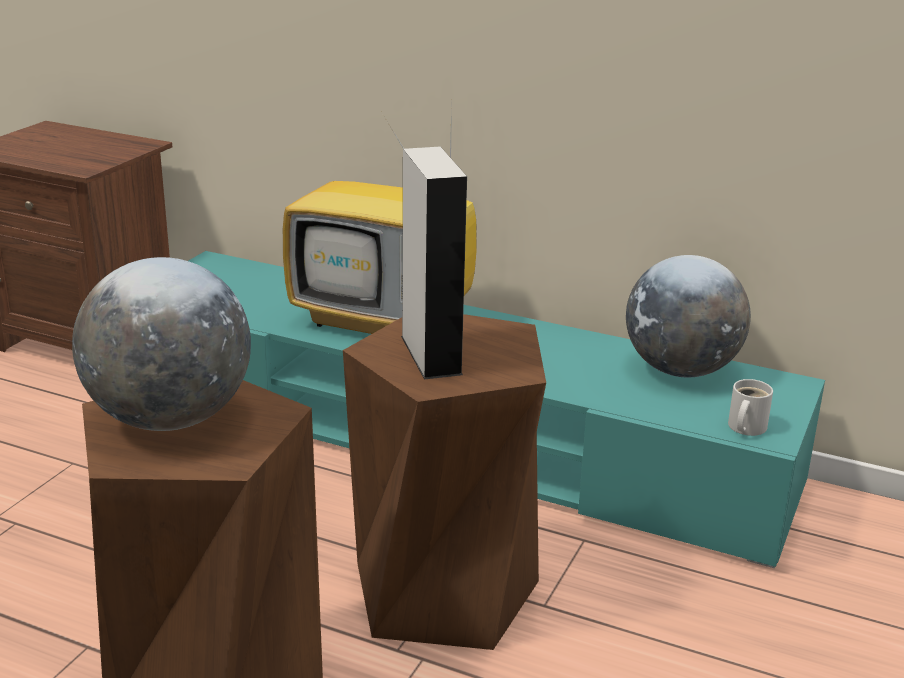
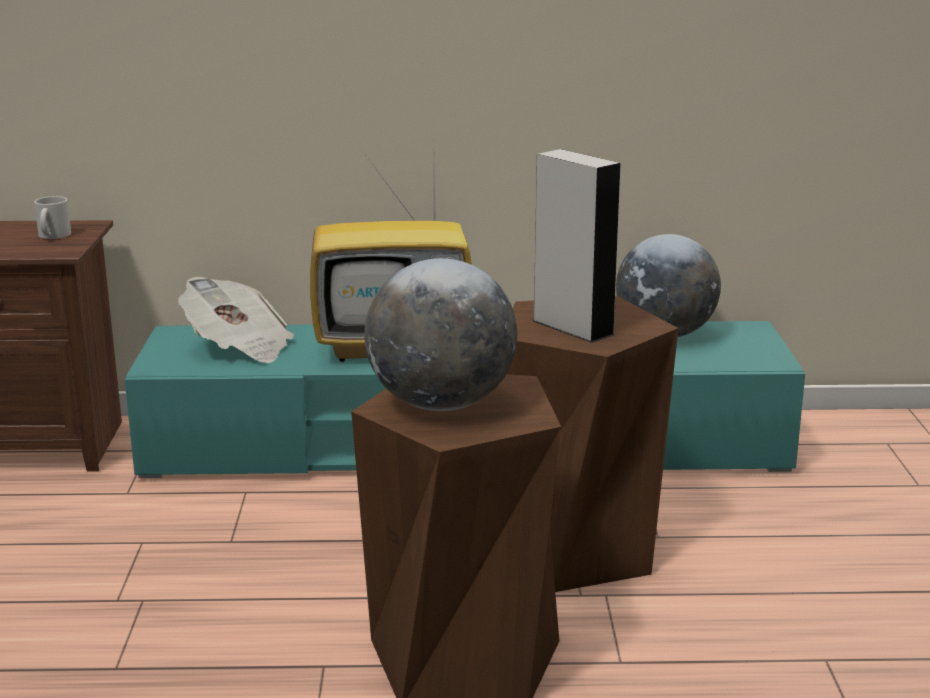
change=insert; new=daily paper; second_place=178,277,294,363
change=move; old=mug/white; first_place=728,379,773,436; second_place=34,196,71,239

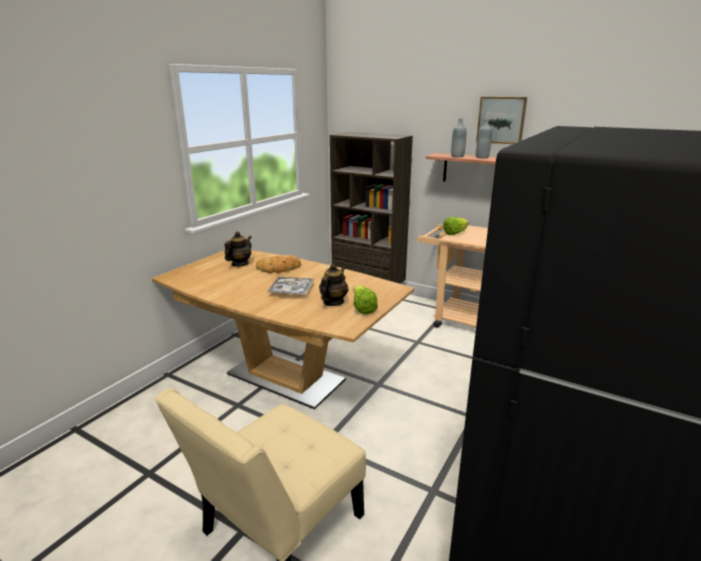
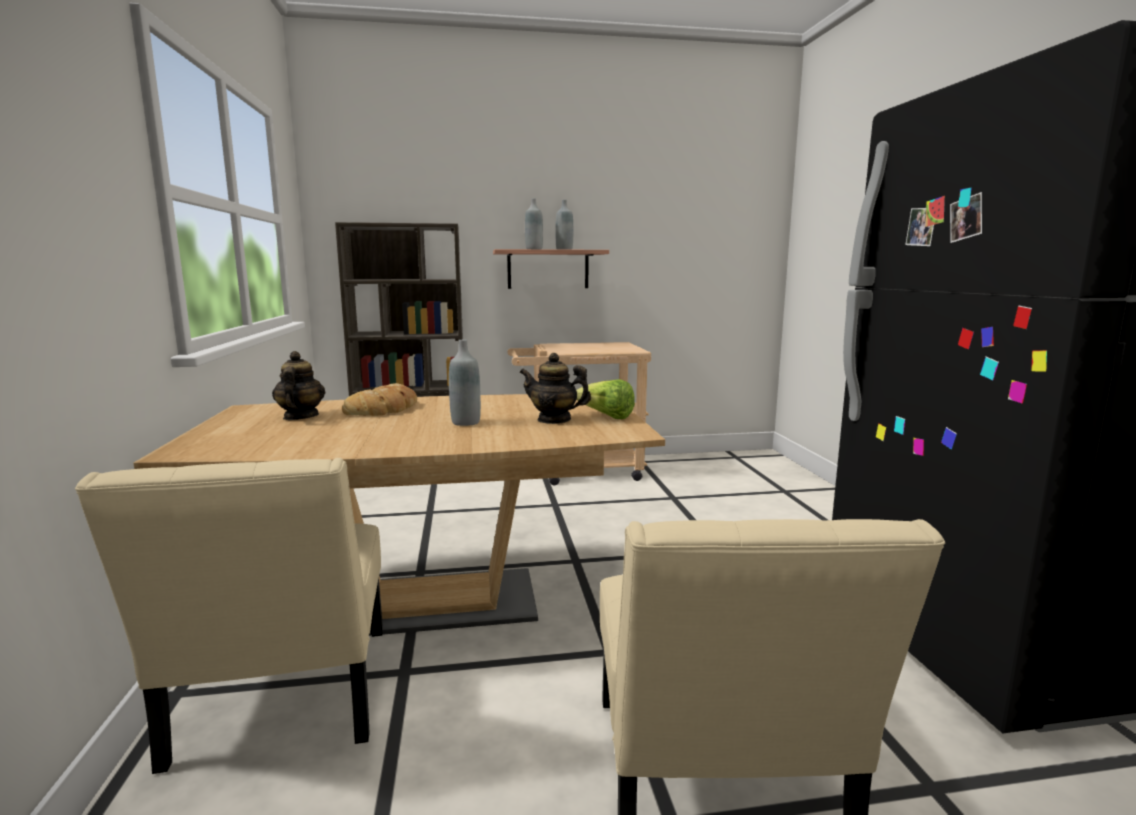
change=delete; old=lettuce; first_place=443,217,469,235
change=delete; old=picture; first_place=476,97,527,144
change=insert; new=chair/sand-coloured; second_place=75,458,383,774
change=replace; old=serving tray; new=drink bottle/greyish; first_place=268,276,314,295; second_place=449,340,481,426
change=rotate; old=tea pot; first_place=319,264,348,306; second_place=520,353,591,424; degrees=-60

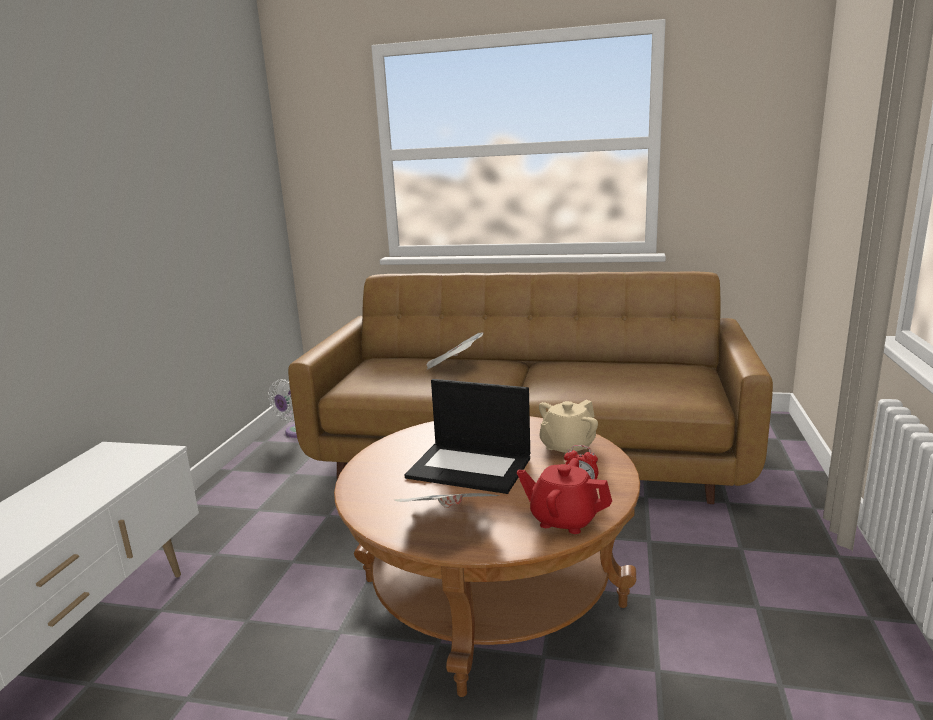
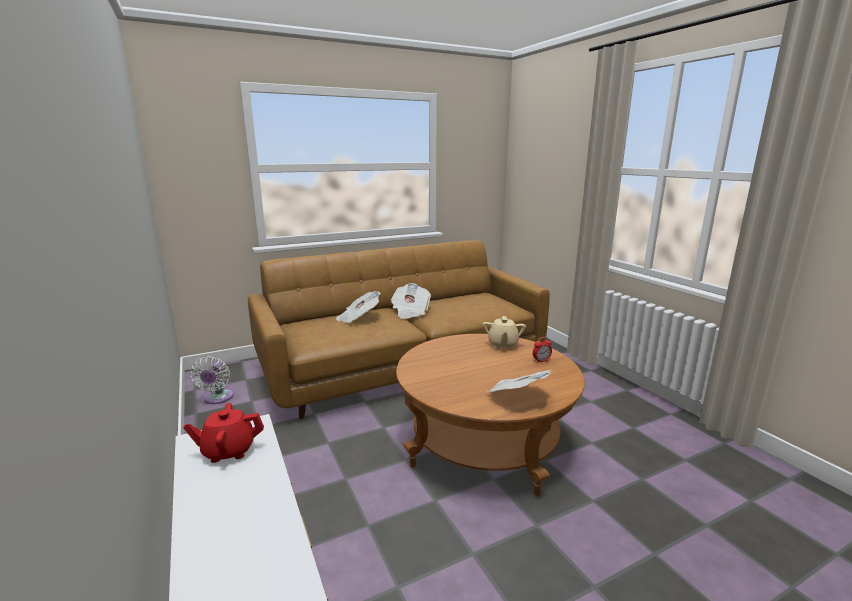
change=delete; old=laptop; first_place=405,379,530,494
change=insert; new=daily paper; second_place=391,283,431,319
change=move; old=tea pot/red-coloured; first_place=517,458,612,534; second_place=183,403,264,463

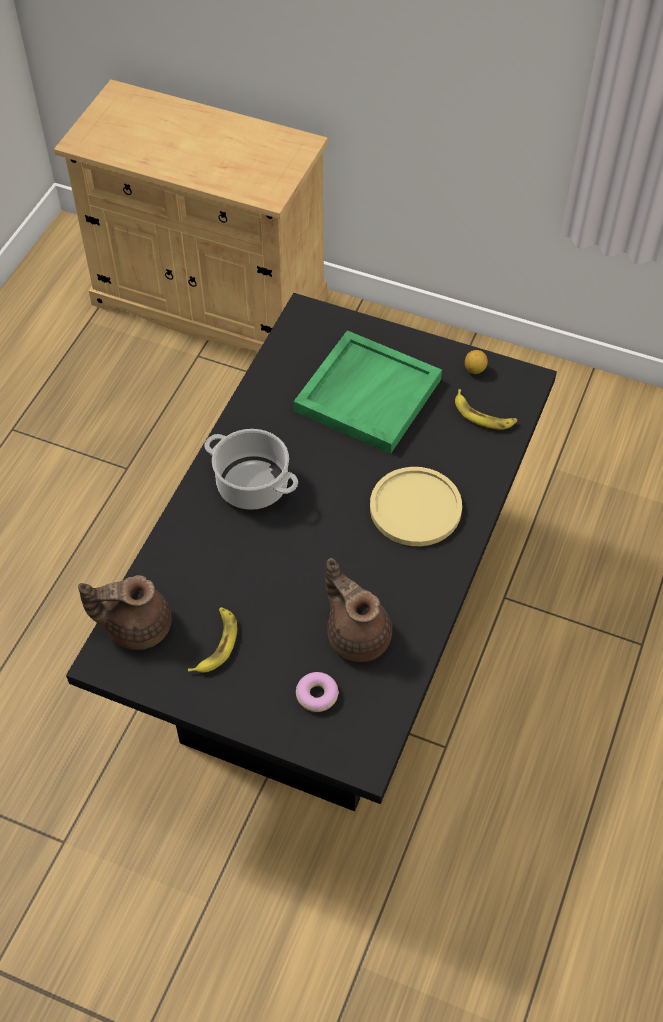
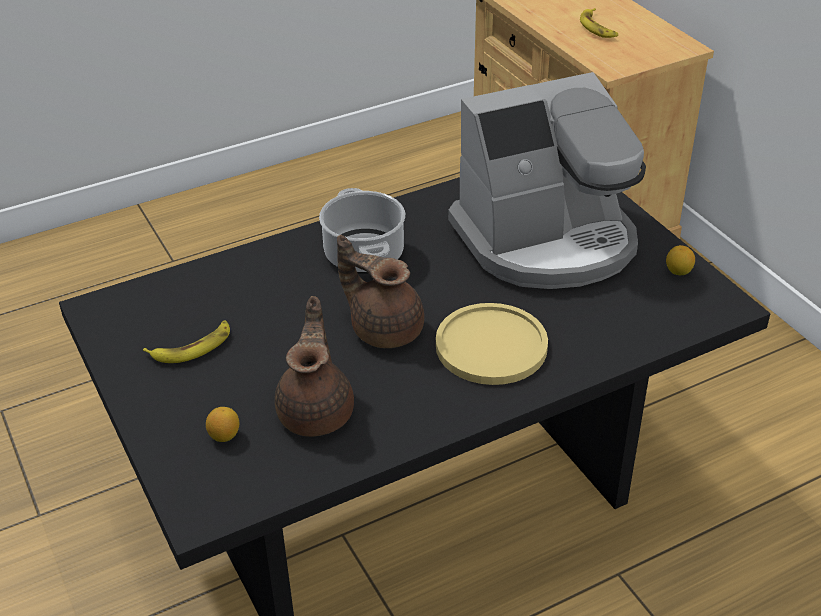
change=move; old=tea pot/brown; first_place=78,575,172,650; second_place=337,235,424,348
change=move; old=whole banana; first_place=455,389,517,430; second_place=580,8,618,38
change=replace; old=serving tray/green; new=coffee machine; first_place=294,330,442,454; second_place=448,72,646,289
change=replace; old=doughnut; new=citrus fruit; first_place=296,672,339,712; second_place=206,407,239,442

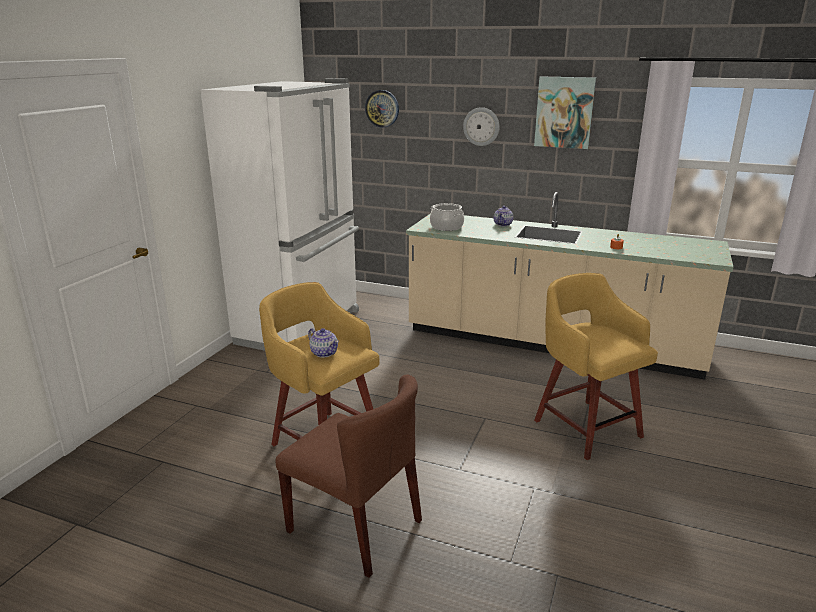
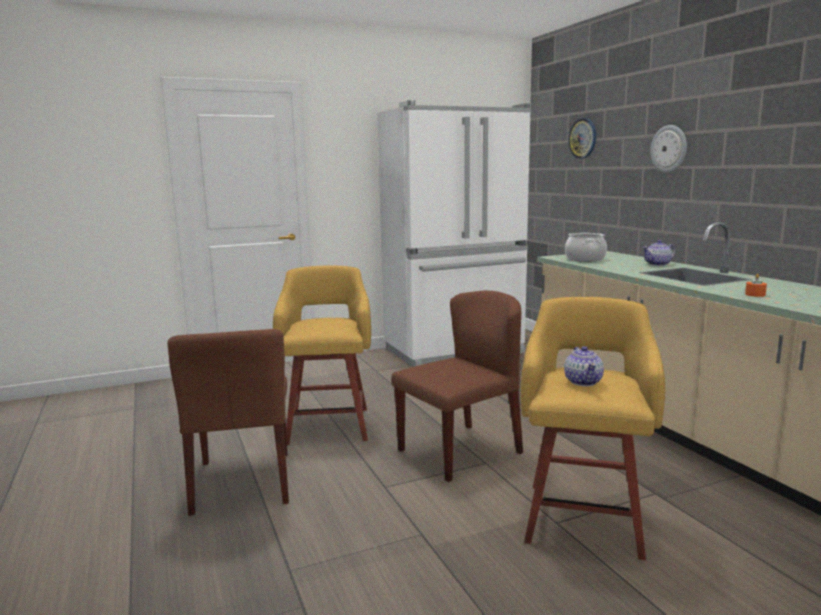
change=delete; old=picture; first_place=534,76,596,149
change=insert; new=chair/brown; second_place=391,291,523,482
change=move; old=tea pot; first_place=308,328,339,358; second_place=564,346,604,386

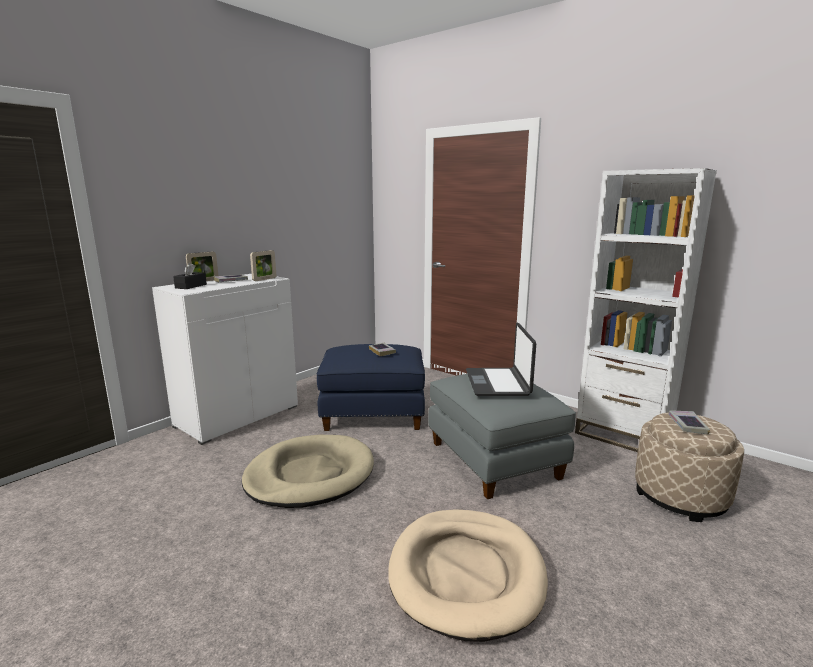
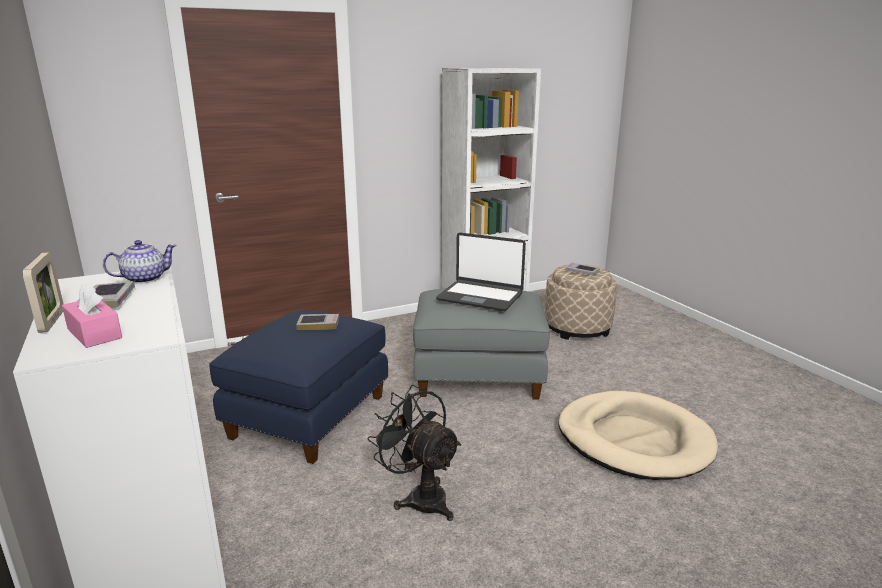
change=replace; old=dog bed/sand-coloured; new=electric fan/blackish; first_place=242,435,374,508; second_place=367,385,461,521
change=replace; old=standing frame; new=tea pot; first_place=250,250,276,281; second_place=103,240,176,284
change=recolor; old=box of tissues/blackish; new=box of tissues/pink-coloured; first_place=173,263,207,289; second_place=62,283,122,348

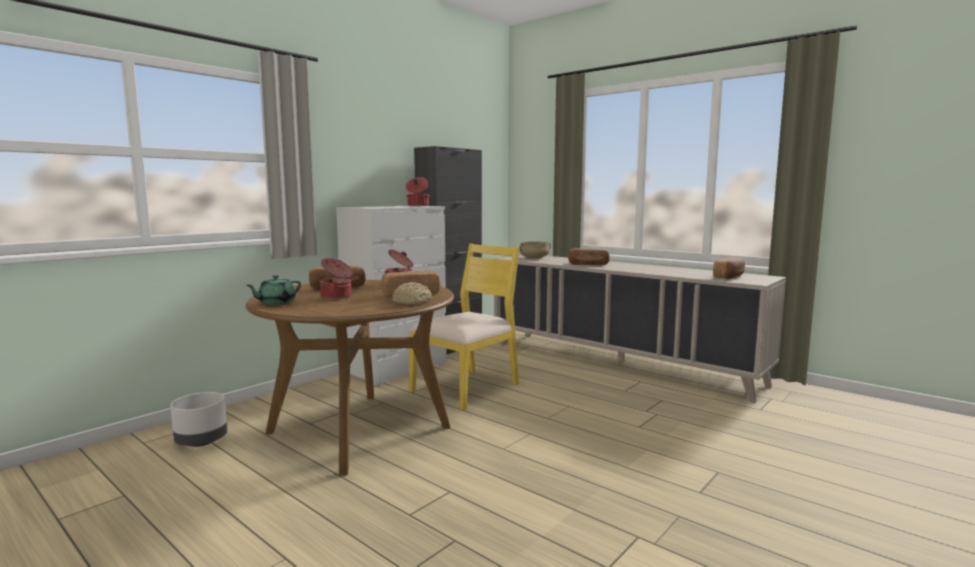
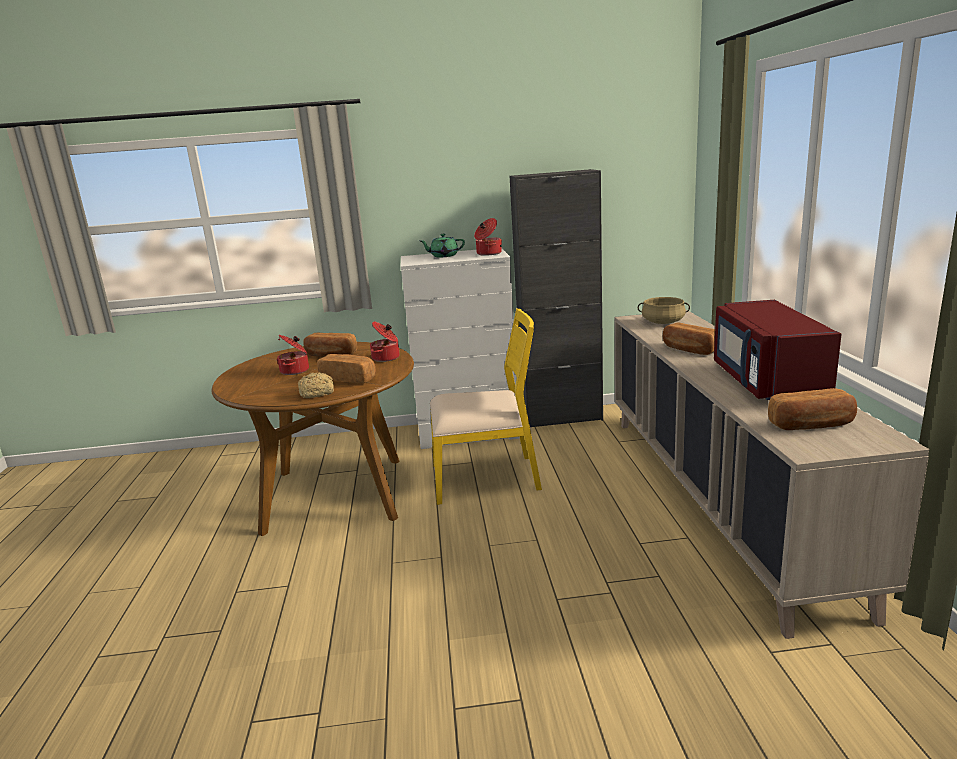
change=delete; old=plant pot/greyish; first_place=170,392,227,447
change=insert; new=microwave/red-coloured; second_place=714,300,841,400
change=move; old=tea pot/green; first_place=246,275,301,305; second_place=420,234,465,257

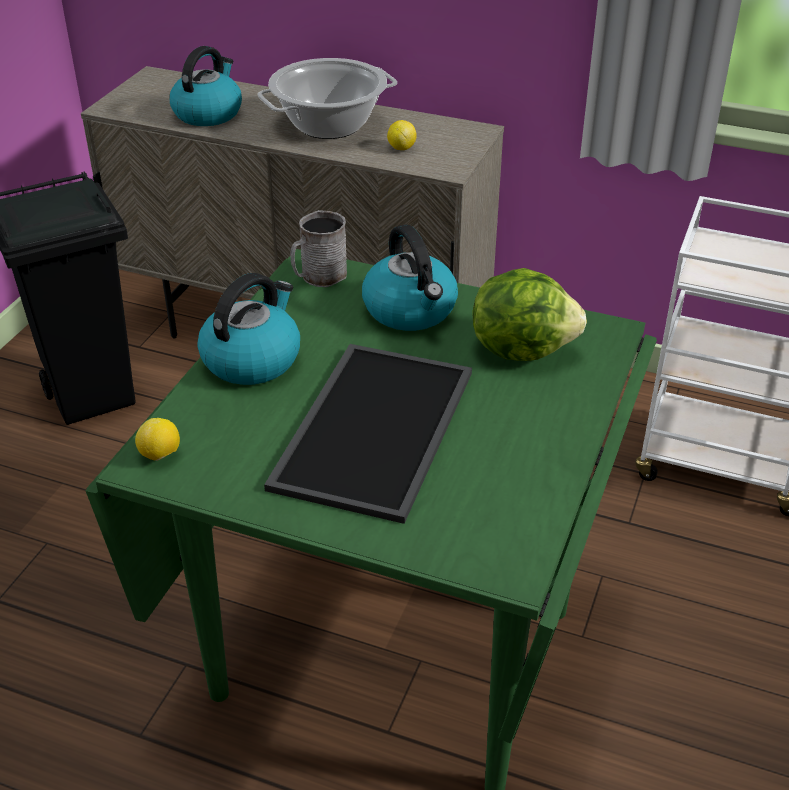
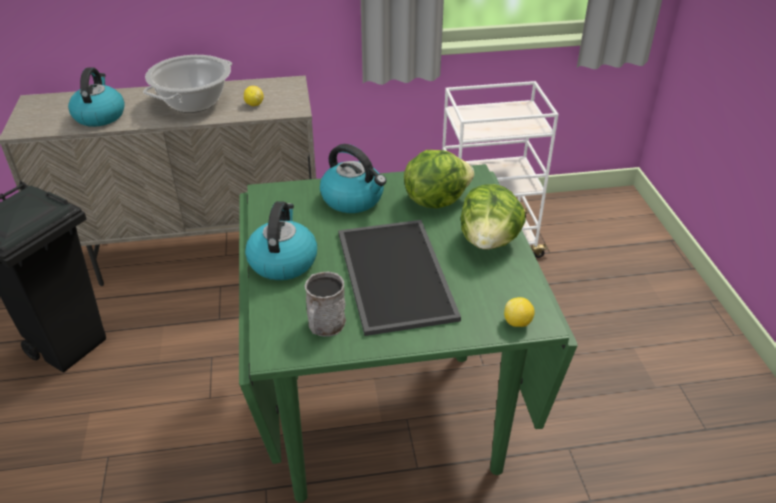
change=insert; new=lettuce; second_place=461,184,526,250
change=move; old=citrus fruit; first_place=135,418,180,461; second_place=504,297,535,327
change=move; old=mug/greyish; first_place=290,210,347,287; second_place=305,271,346,337

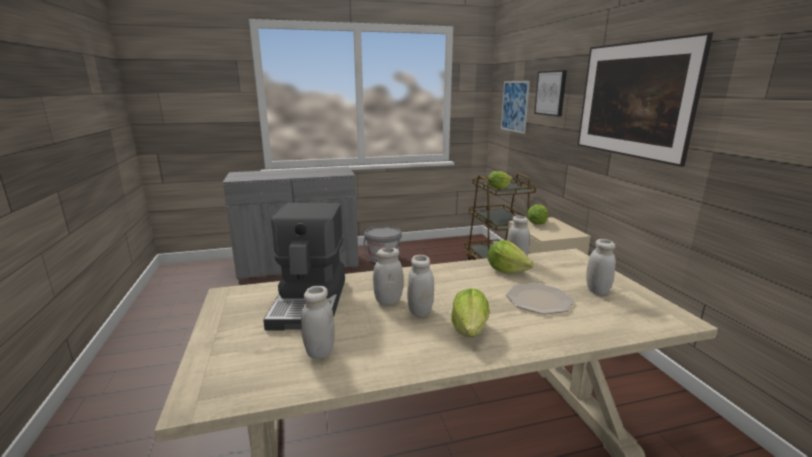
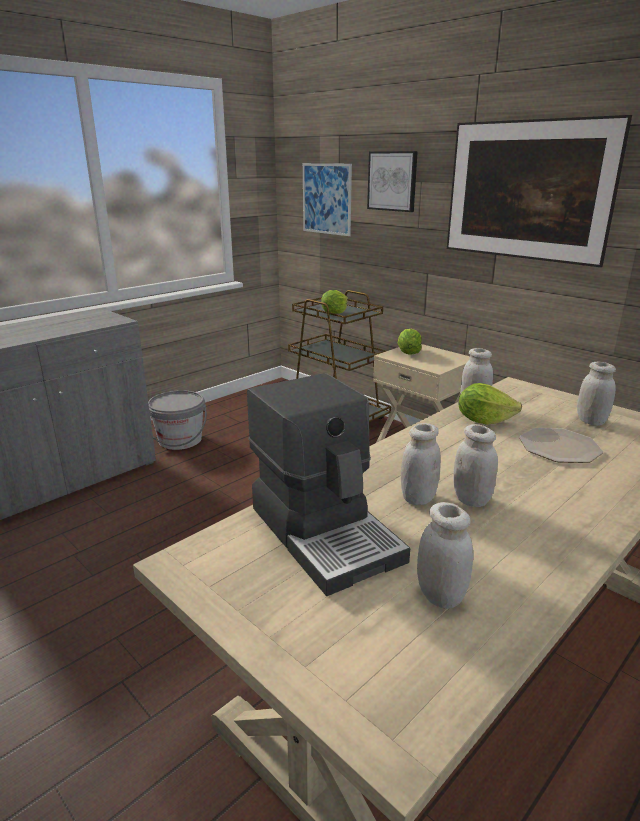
change=delete; old=lettuce; first_place=451,288,489,337

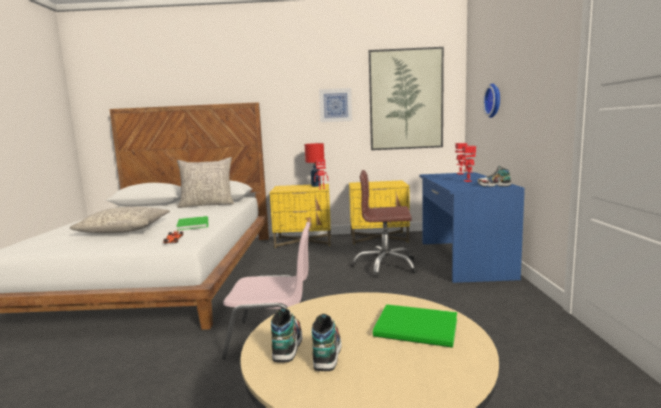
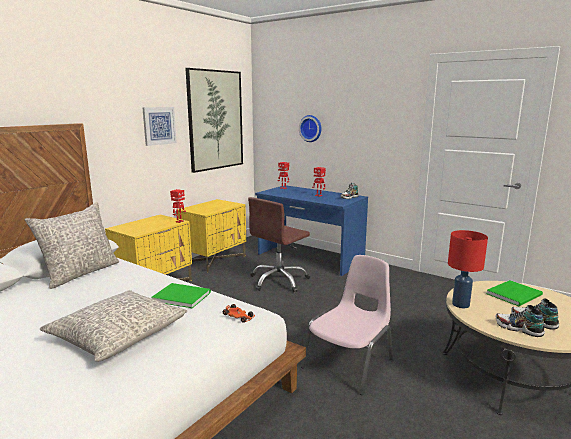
change=move; old=tabletop lamp/red-coloured; first_place=305,143,324,187; second_place=448,230,488,308

